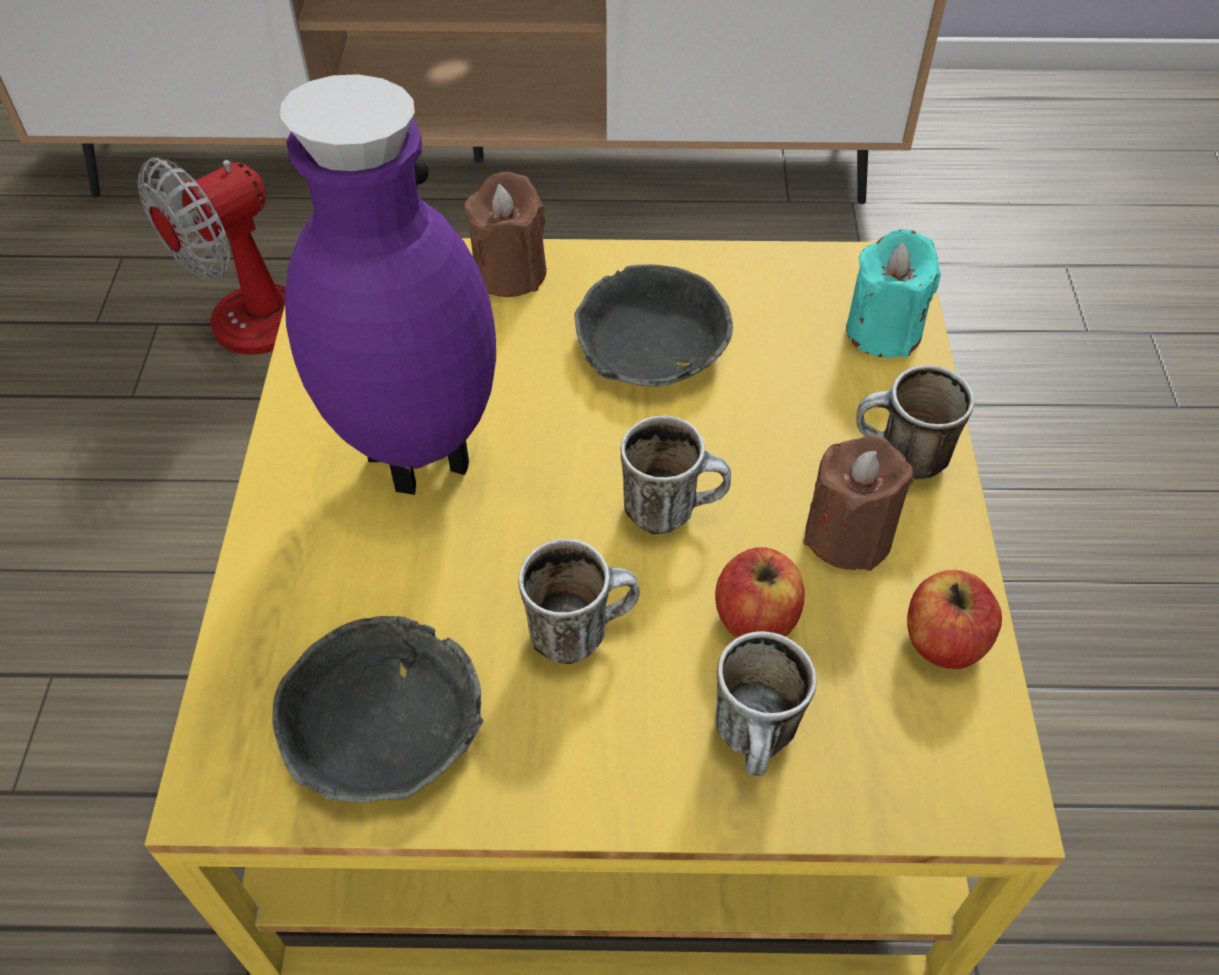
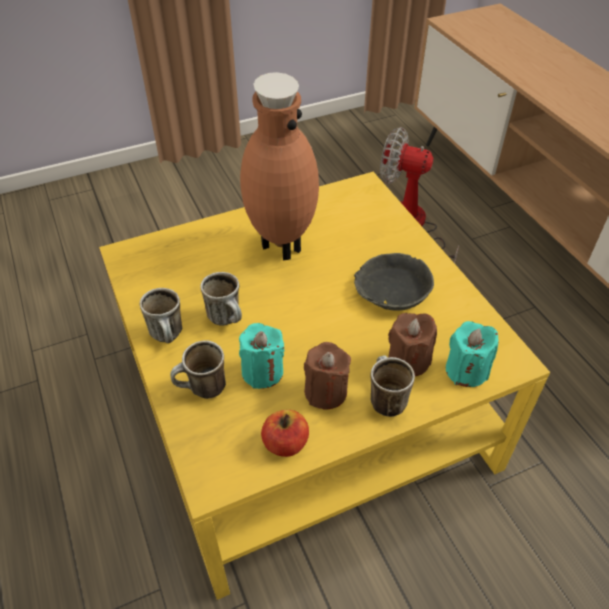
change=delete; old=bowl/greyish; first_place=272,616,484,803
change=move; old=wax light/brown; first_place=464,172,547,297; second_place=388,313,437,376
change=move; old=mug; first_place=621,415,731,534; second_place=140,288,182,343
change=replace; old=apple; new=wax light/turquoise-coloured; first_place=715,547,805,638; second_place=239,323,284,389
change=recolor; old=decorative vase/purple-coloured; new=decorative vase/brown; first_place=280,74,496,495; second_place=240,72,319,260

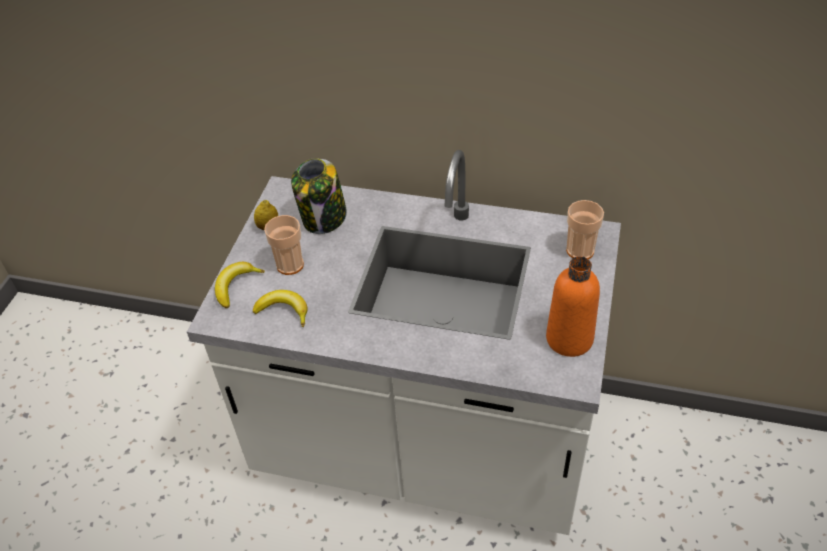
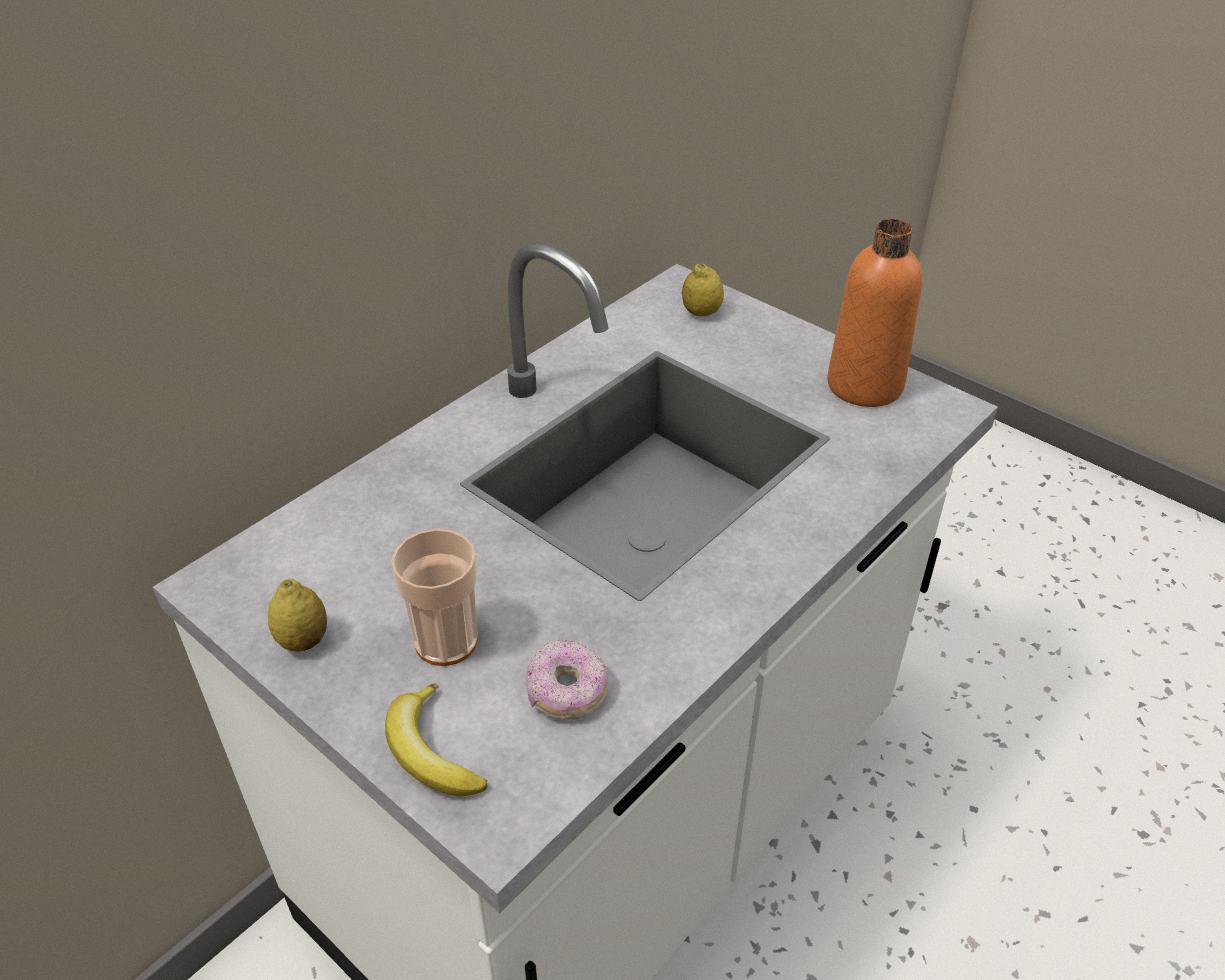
change=delete; old=jar; first_place=291,158,347,234
change=replace; old=whole banana; new=doughnut; first_place=253,290,307,327; second_place=526,640,608,720
change=replace; old=drinking cup; new=citrus fruit; first_place=566,200,604,259; second_place=682,264,724,316

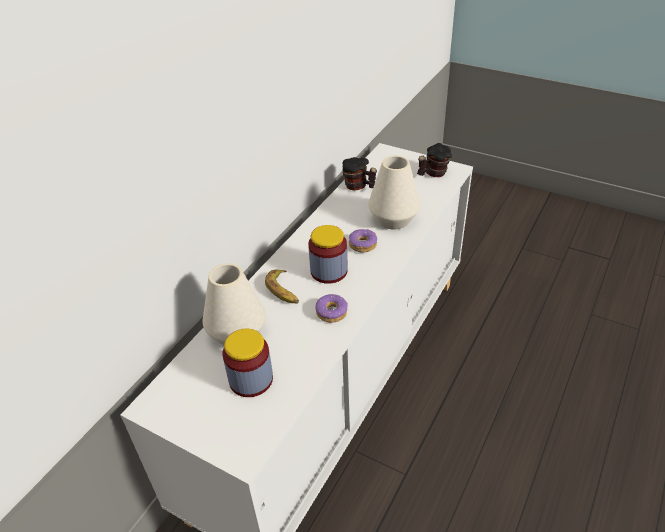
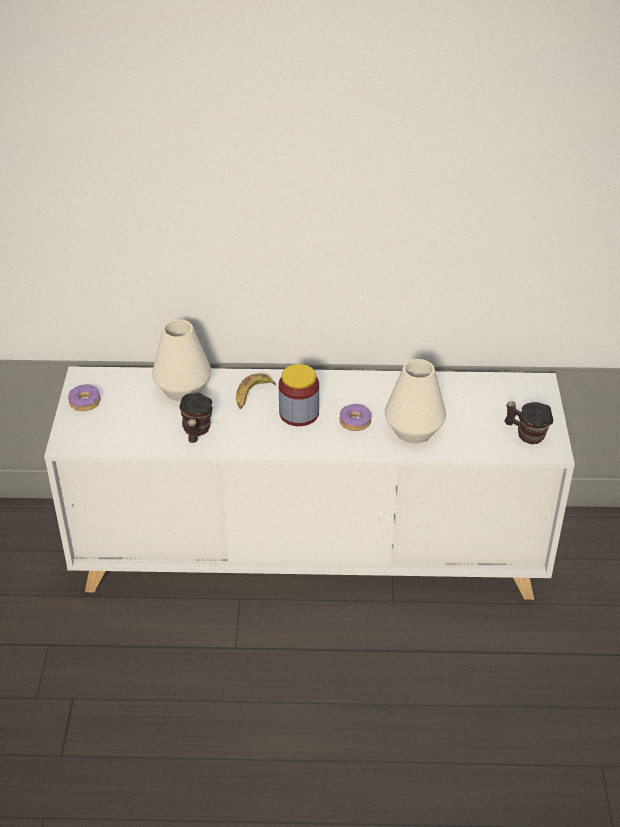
change=delete; old=jar; first_place=223,329,273,397
change=move; old=doughnut; first_place=315,294,348,323; second_place=68,384,101,411
change=move; old=mug; first_place=342,157,377,190; second_place=179,393,213,443

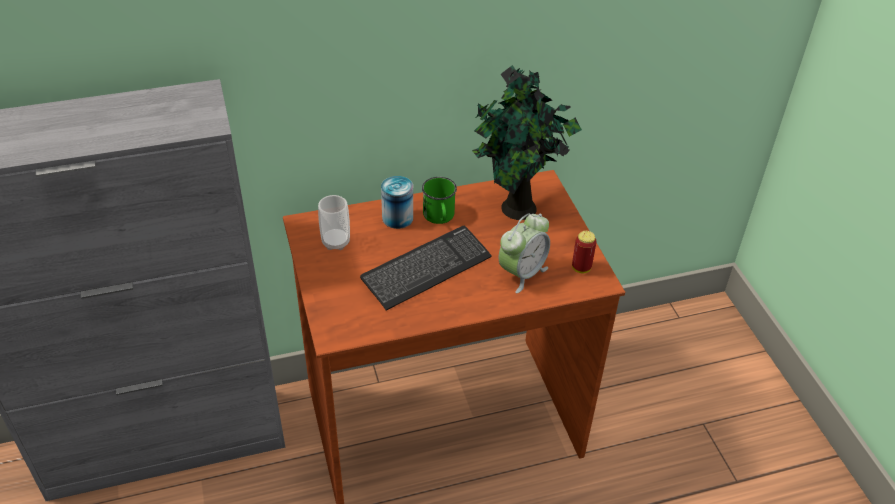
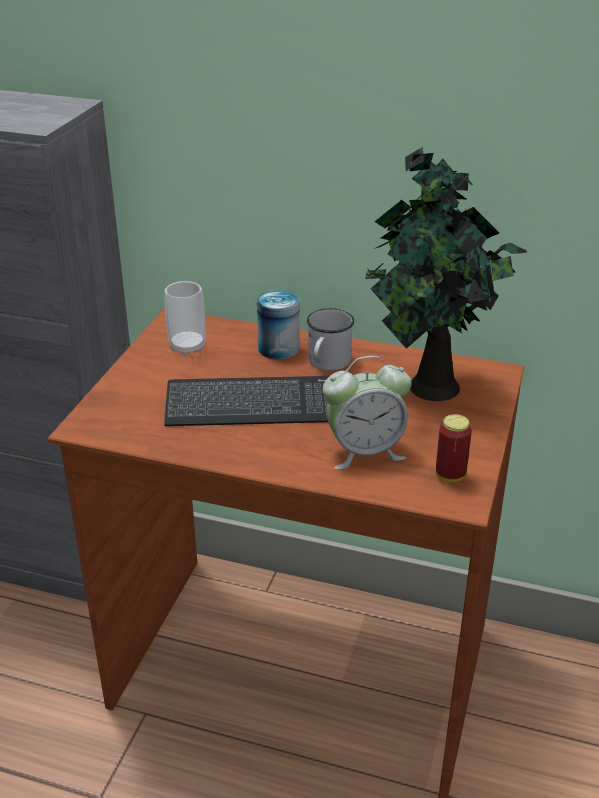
change=recolor; old=mug/green; new=mug/white; first_place=422,177,457,224; second_place=307,308,354,371

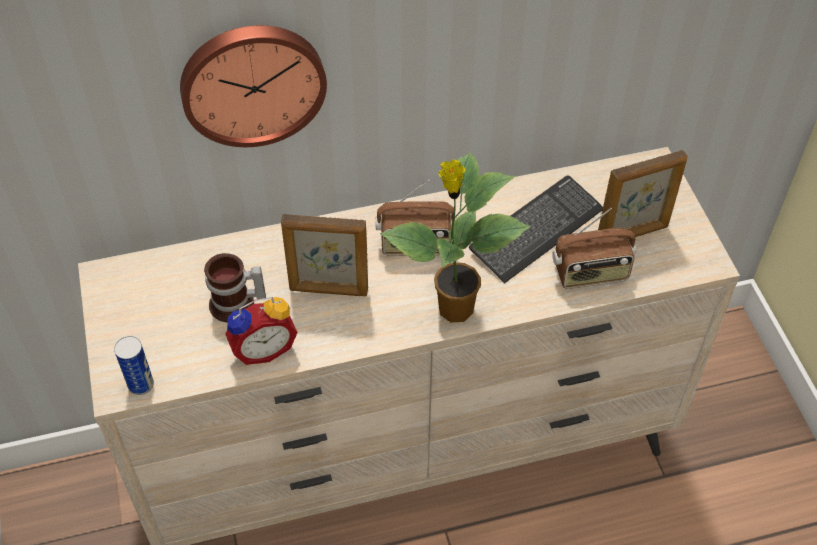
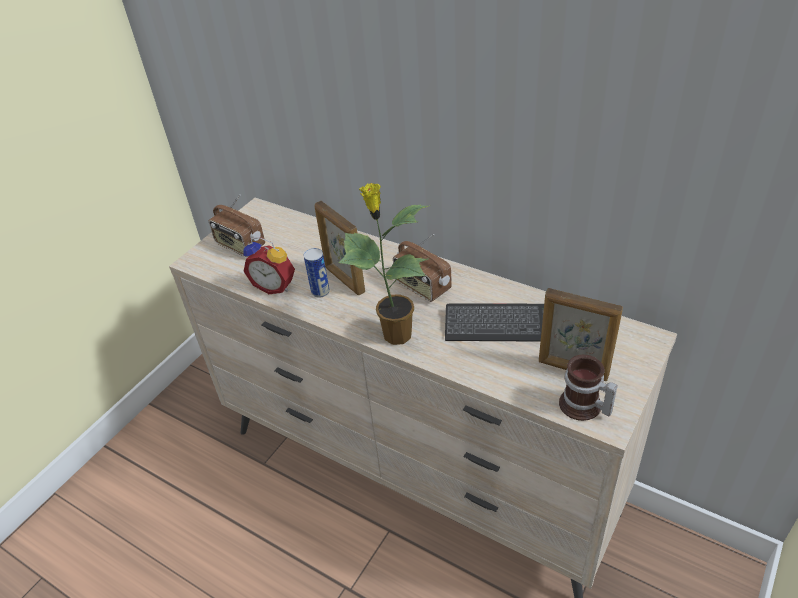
change=delete; old=hanging clock; first_place=180,25,327,147
change=move; old=sealed can; first_place=114,336,154,395; second_place=304,248,330,298
change=move; old=mug; first_place=204,253,266,323; second_place=559,355,618,421
change=move; old=radio set; first_place=552,208,636,289; second_place=209,194,265,257

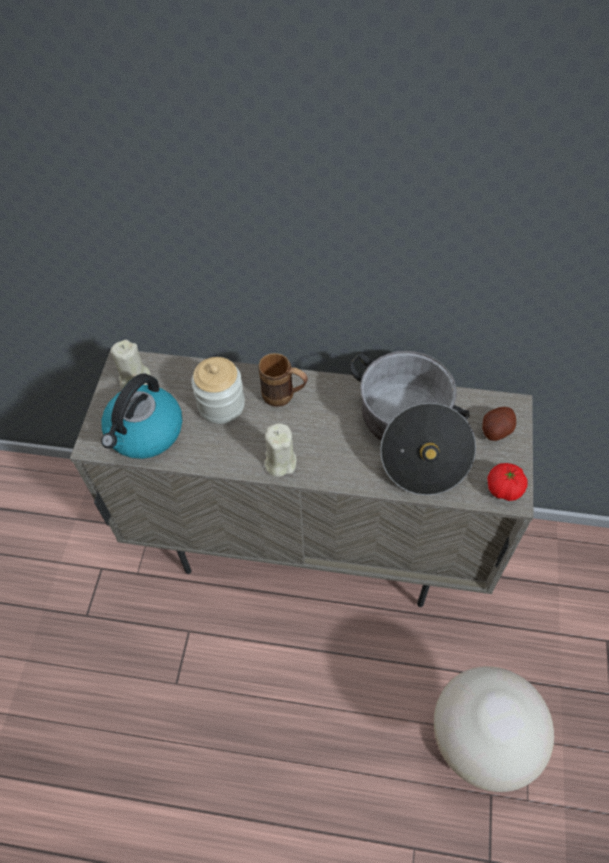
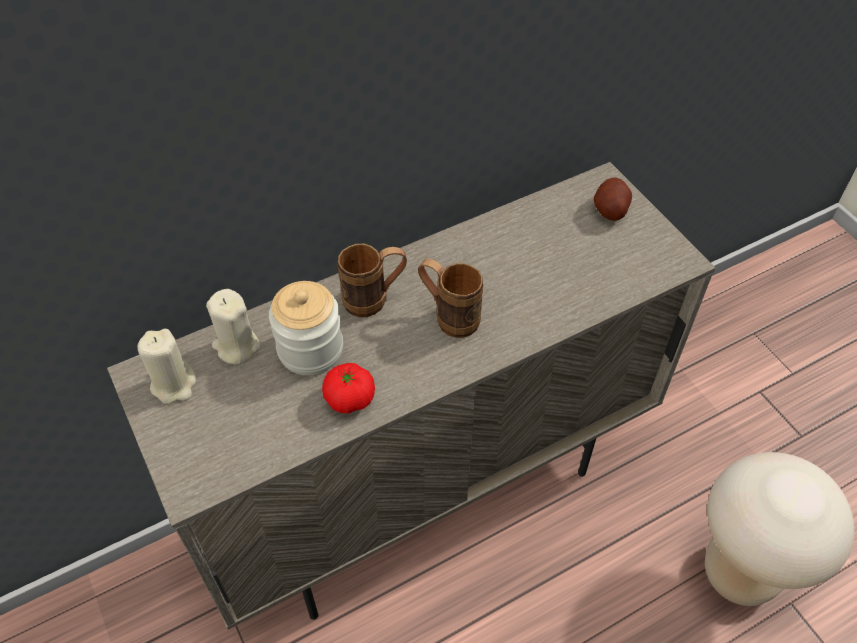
change=delete; old=kettle; first_place=101,374,183,459
change=delete; old=cooking pot; first_place=350,351,476,495
change=insert; new=mug/brown; second_place=418,259,483,338
change=move; old=wax light/sand-coloured; first_place=264,423,297,477; second_place=206,289,261,364
change=move; old=whole tomato; first_place=487,463,528,501; second_place=322,363,375,414

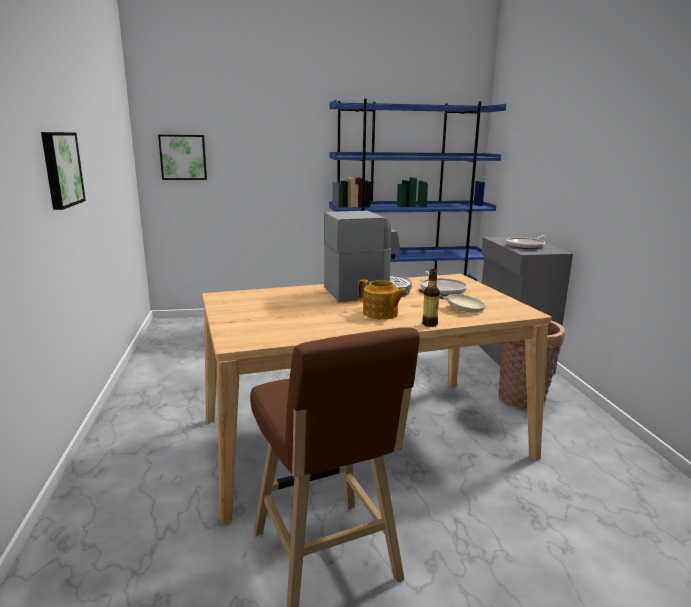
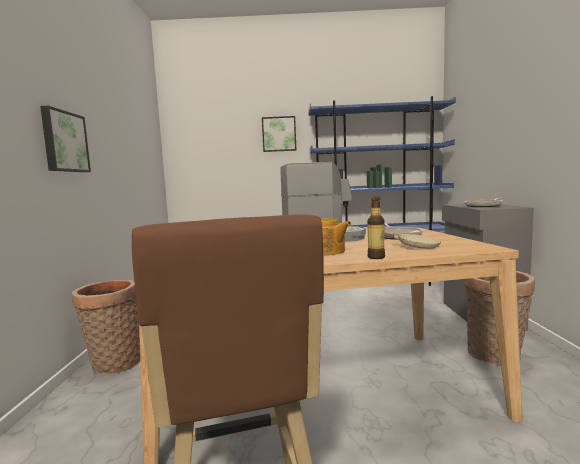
change=insert; new=storage basket; second_place=72,280,140,374
change=move; old=picture; first_place=158,135,207,180; second_place=262,116,296,152

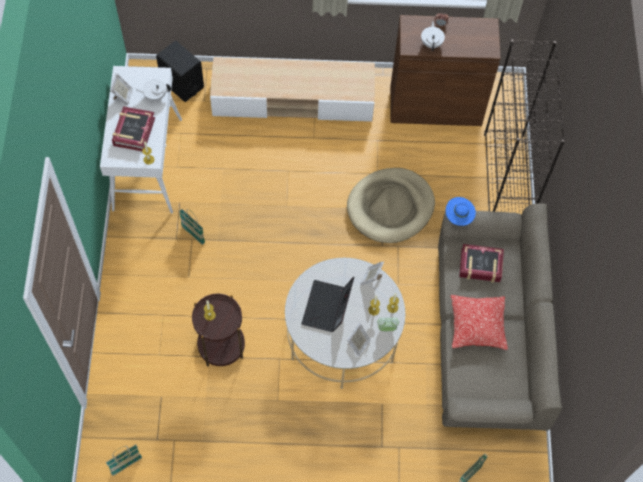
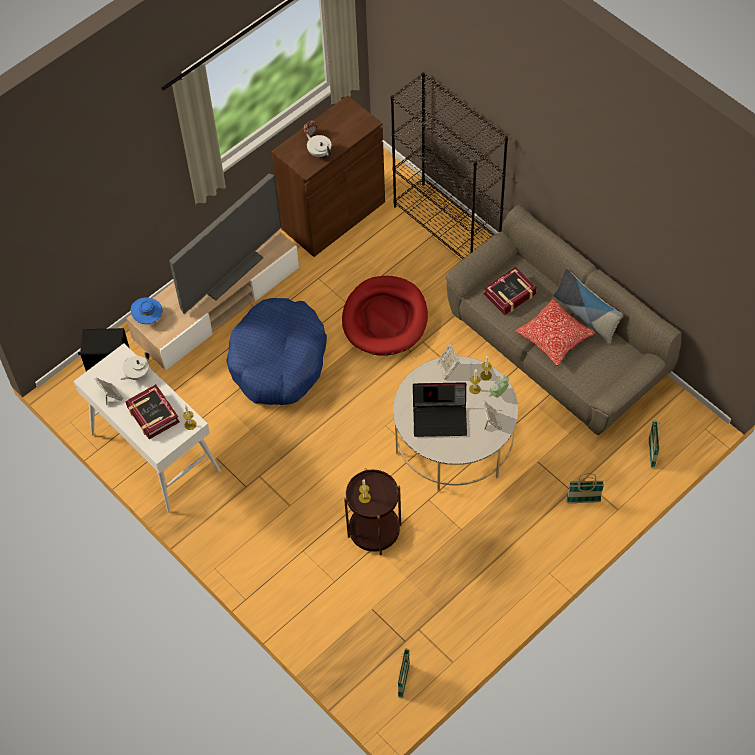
change=insert; new=TV; second_place=169,174,281,314
change=insert; new=dog bed/bluish; second_place=226,298,327,405
change=insert; new=throw pillow; second_place=553,268,623,344
change=move; old=storage basket; first_place=179,209,205,245; second_place=566,473,605,503
change=move; old=clothing hat/bluish; first_place=446,197,476,226; second_place=131,298,162,324
change=recolor; old=dog bed/sand-coloured; new=dog bed/red-coloured; first_place=347,168,435,243; second_place=342,276,428,356
change=rotate; old=laptop; first_place=301,277,354,332; second_place=413,382,467,437; degrees=-60

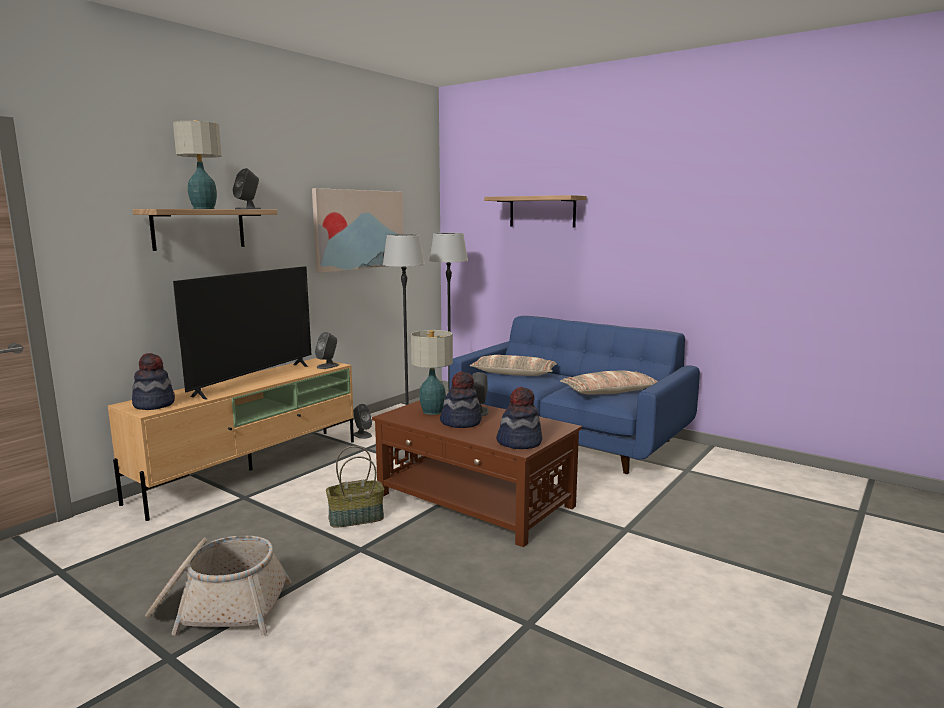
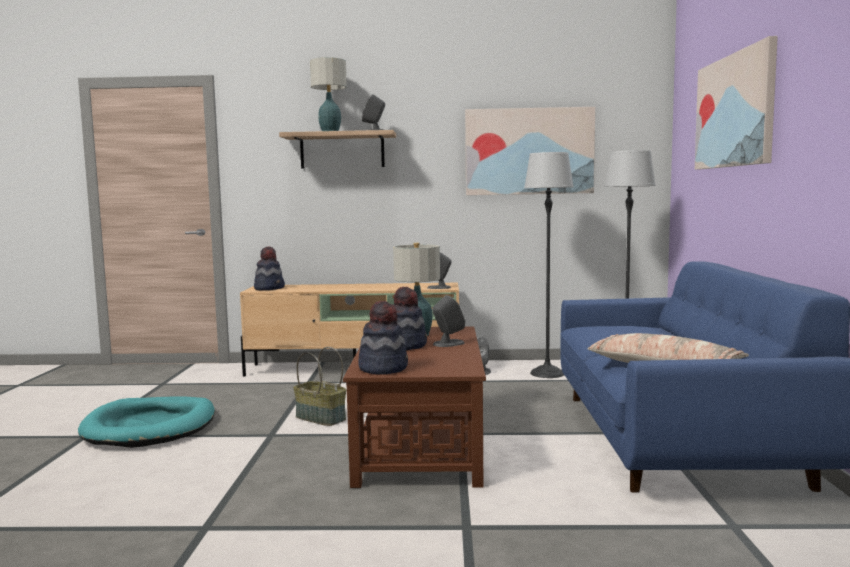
change=delete; old=TV; first_place=173,266,311,400
change=delete; old=throw pillow; first_place=469,355,557,376
change=replace; old=storage basket; new=dog bed/turquoise-coloured; first_place=145,535,292,636; second_place=78,396,215,448
change=replace; old=bracket shelf; new=picture; first_place=484,195,587,227; second_place=695,36,778,170

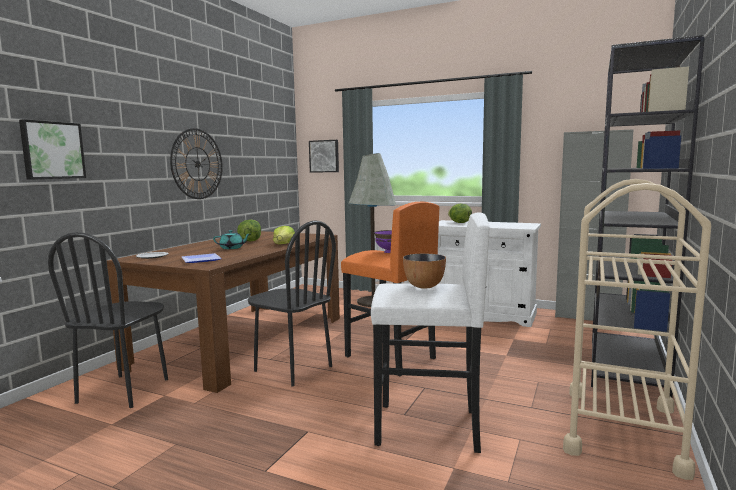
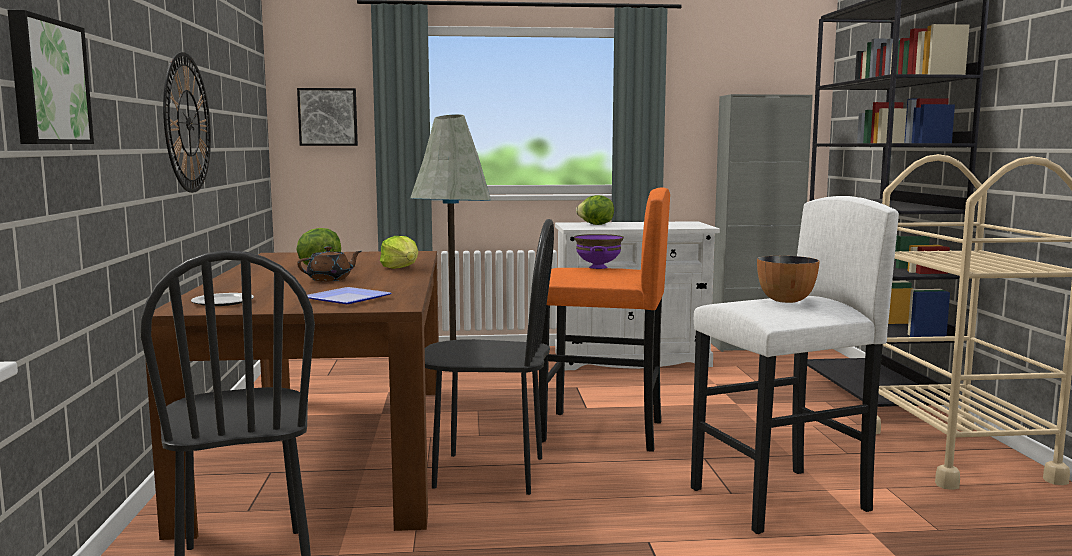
change=recolor; old=tea pot/turquoise-coloured; new=tea pot/brown; first_place=213,230,250,249; second_place=297,246,361,281

